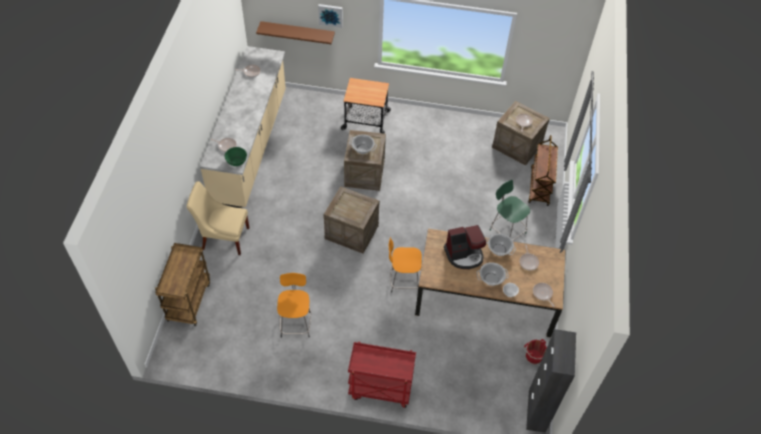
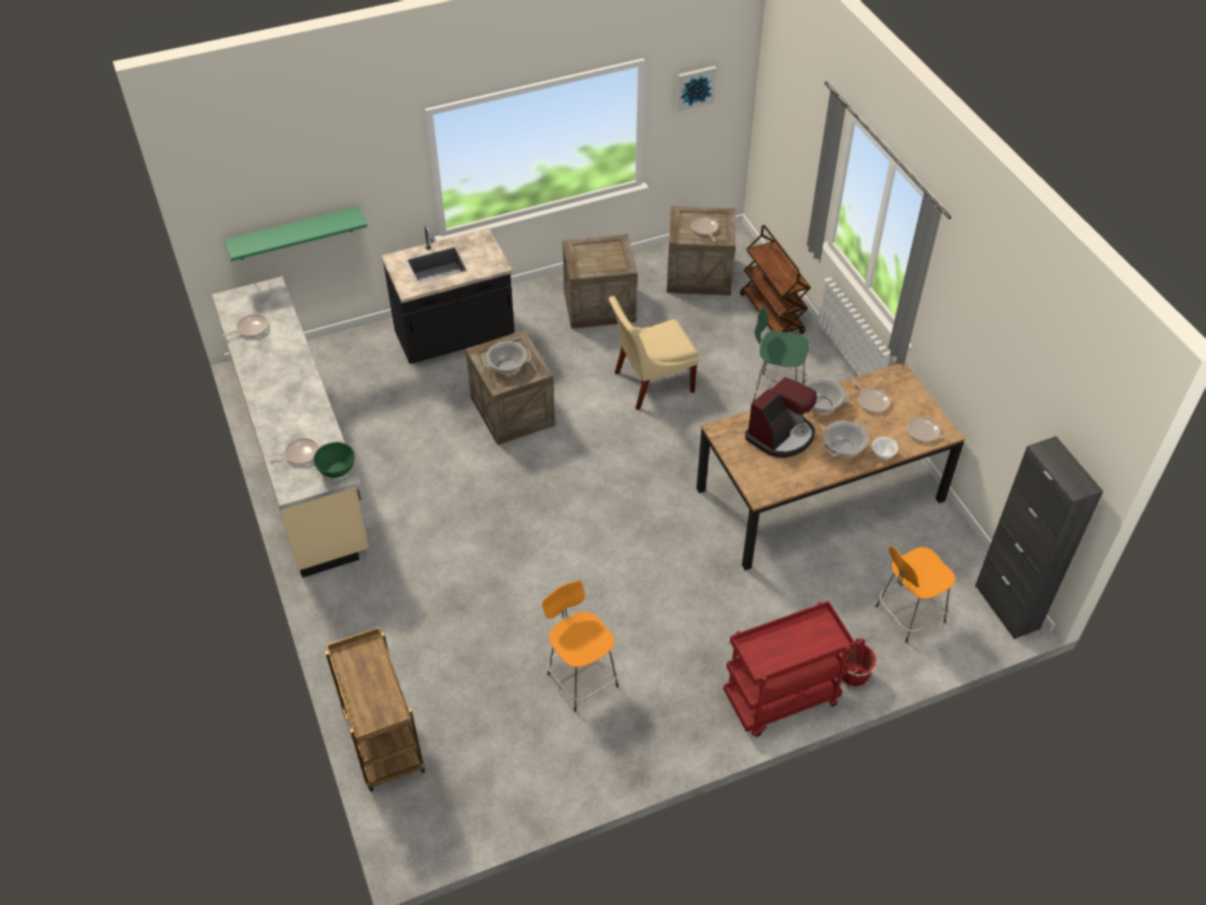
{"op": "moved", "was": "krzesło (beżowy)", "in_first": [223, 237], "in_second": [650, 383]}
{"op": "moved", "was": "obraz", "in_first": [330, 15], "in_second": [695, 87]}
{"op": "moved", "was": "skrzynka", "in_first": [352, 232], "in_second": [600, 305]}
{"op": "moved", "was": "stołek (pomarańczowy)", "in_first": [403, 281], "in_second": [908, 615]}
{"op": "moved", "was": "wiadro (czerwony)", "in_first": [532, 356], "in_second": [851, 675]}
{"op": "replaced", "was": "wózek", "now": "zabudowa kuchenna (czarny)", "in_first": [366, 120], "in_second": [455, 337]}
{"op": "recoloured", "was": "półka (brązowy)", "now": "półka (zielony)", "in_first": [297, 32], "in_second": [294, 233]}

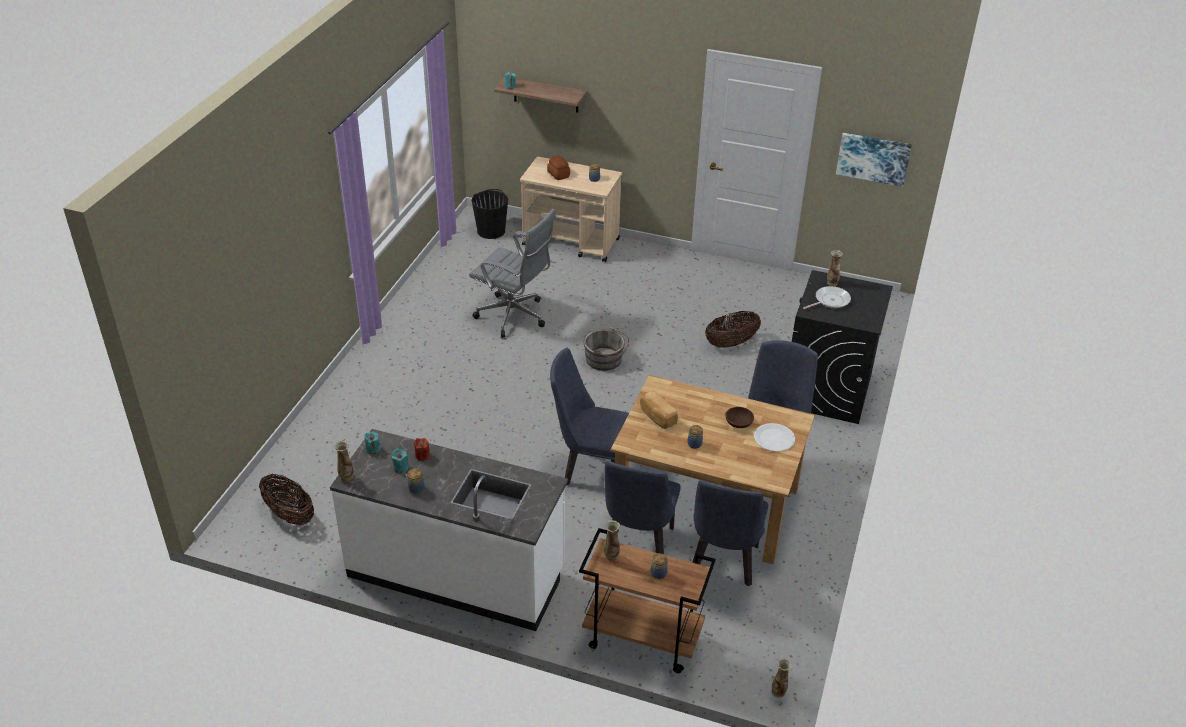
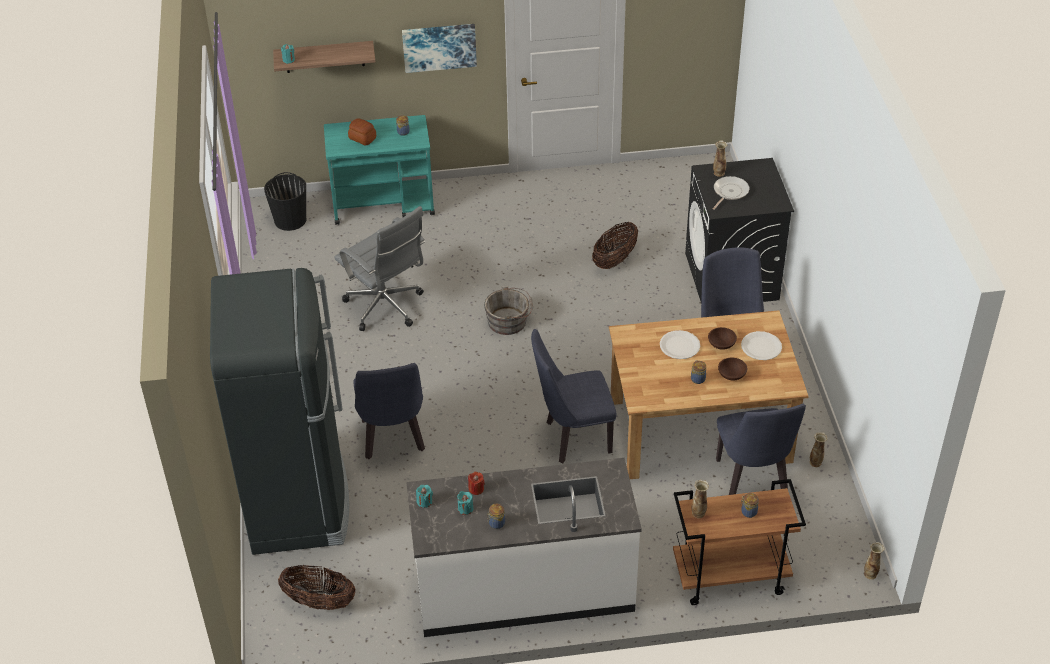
{"op": "removed", "was": "chleb", "in_first": [657, 417]}
{"op": "added", "now": "lodówka (czarny)", "in_second": [298, 502]}
{"op": "added", "now": "talerz (biały)", "in_second": [680, 346]}
{"op": "added", "now": "miska (brązowy)", "in_second": [732, 374]}
{"op": "moved", "was": "wazon", "in_first": [346, 477], "in_second": [815, 463]}
{"op": "moved", "was": "krzesło (niebieski)", "in_first": [638, 545], "in_second": [393, 440]}
{"op": "moved", "was": "obraz", "in_first": [873, 158], "in_second": [439, 47]}
{"op": "recoloured", "was": "wózek (beżowy)", "now": "wózek (turkusowy)", "in_first": [571, 242], "in_second": [384, 204]}
{"op": "turned", "was": "krzesło biurowe (szary)", "in_first": [514, 317], "in_second": [386, 308], "clockwise": 45}

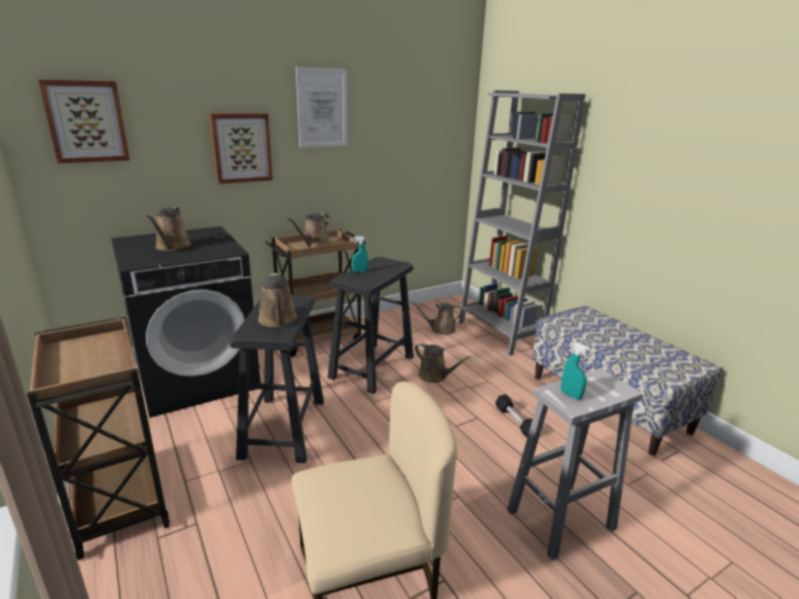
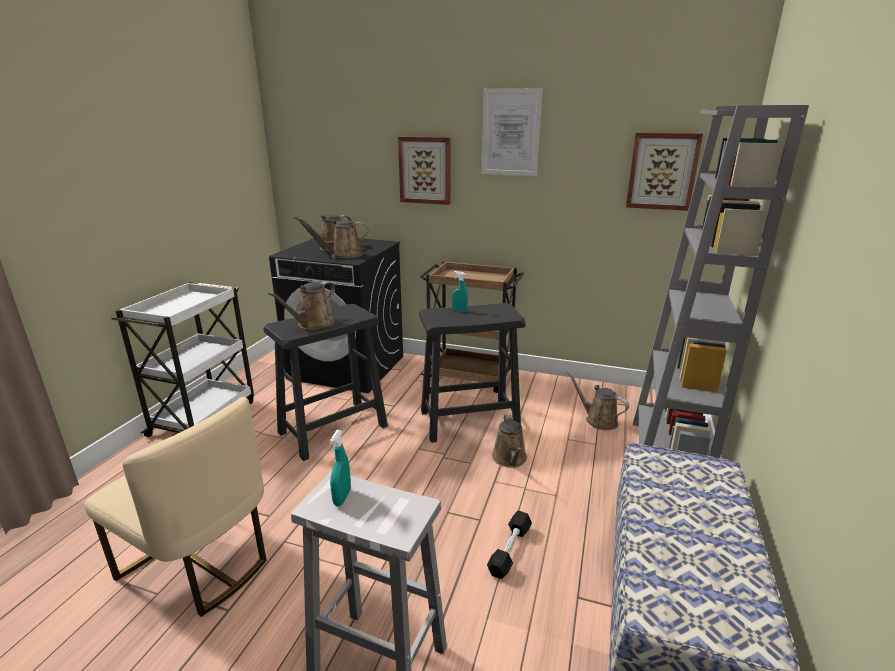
{"op": "moved", "was": "obraz", "in_first": [86, 121], "in_second": [662, 171]}
{"op": "moved", "was": "konewka (brązowy)", "in_first": [314, 245], "in_second": [343, 255]}
{"op": "recoloured", "was": "wózek (brązowy)", "now": "wózek (biały)", "in_first": [119, 498], "in_second": [204, 417]}

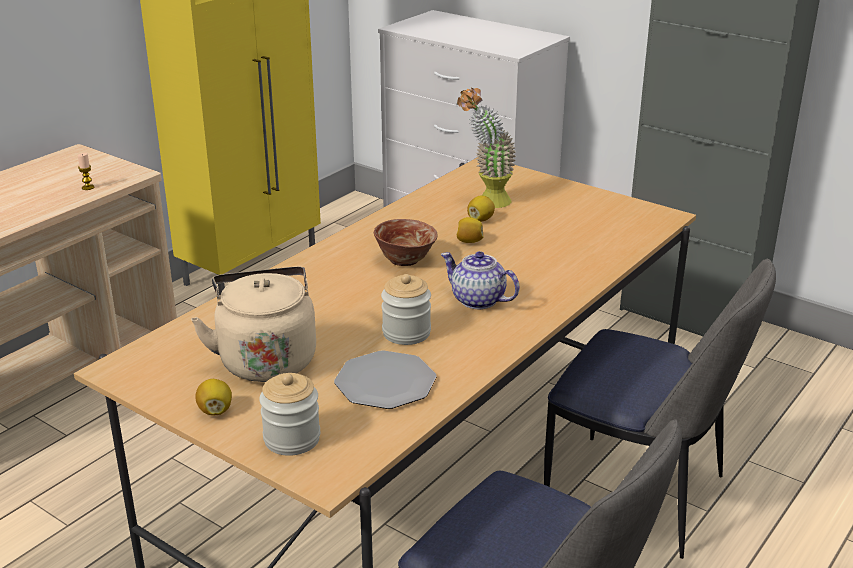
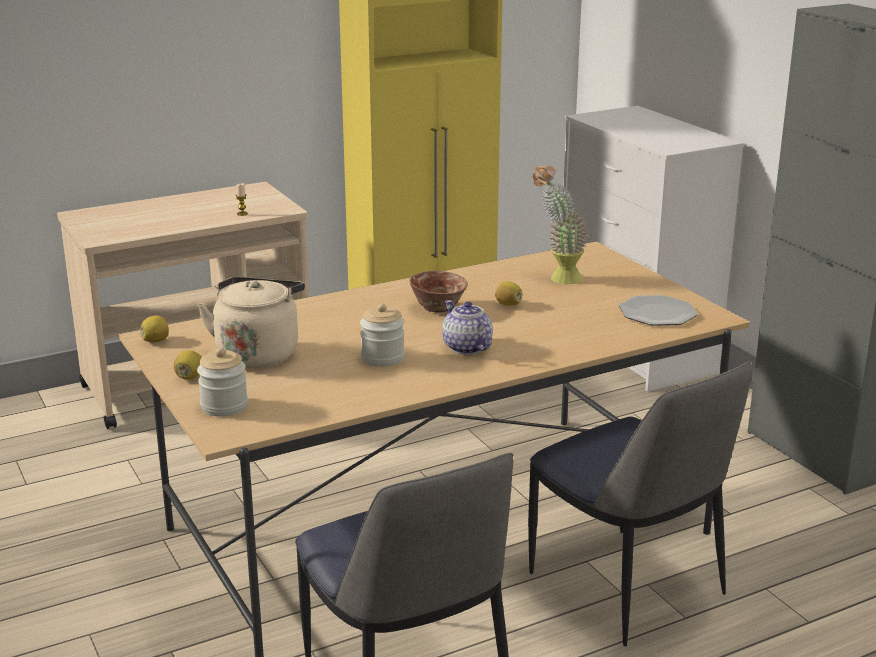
{"op": "moved", "was": "talerz", "in_first": [385, 382], "in_second": [657, 313]}
{"op": "moved", "was": "cytryna", "in_first": [480, 219], "in_second": [156, 341]}

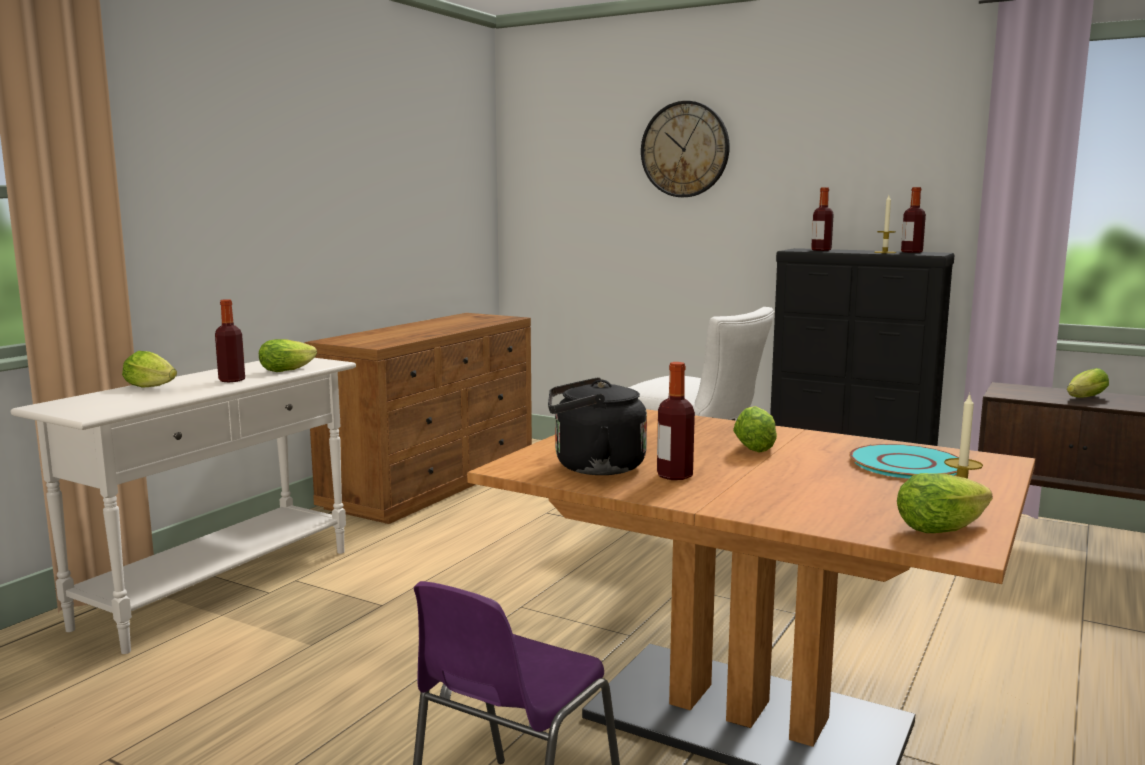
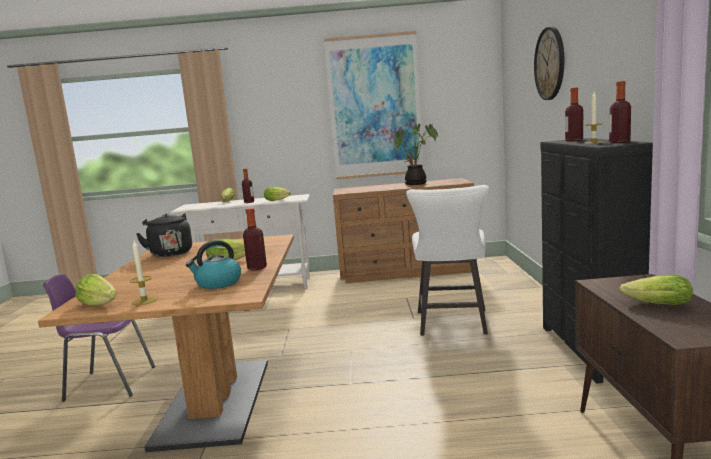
{"op": "added", "now": "obraz", "in_second": [375, 107]}
{"op": "added", "now": "roślina doniczkowa", "in_second": [415, 184]}
{"op": "moved", "was": "butelka", "in_first": [674, 475], "in_second": [257, 268]}
{"op": "replaced", "was": "talerz (turkusowy)", "now": "czajnik", "in_first": [906, 464], "in_second": [218, 283]}

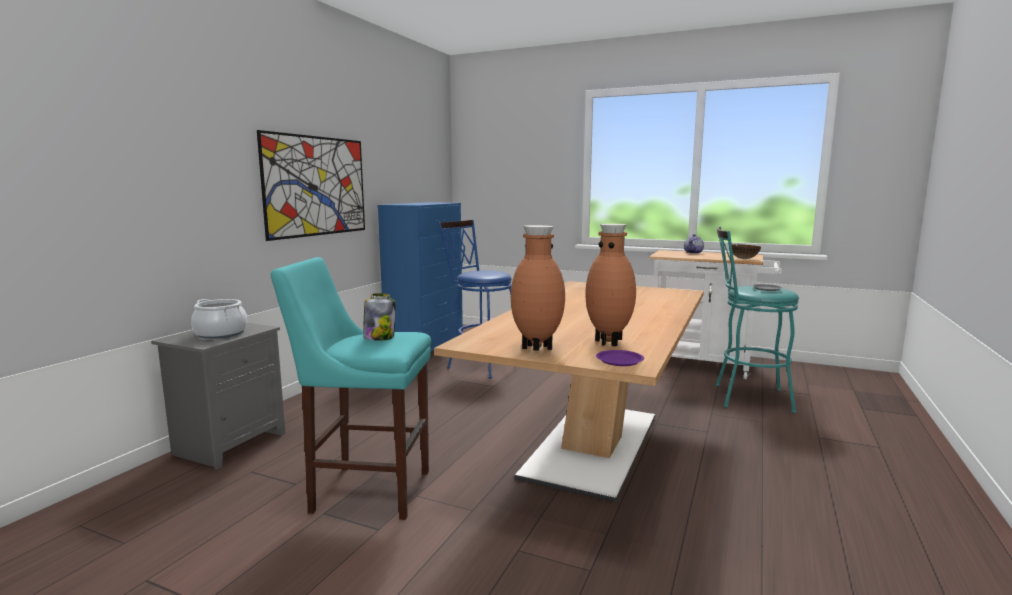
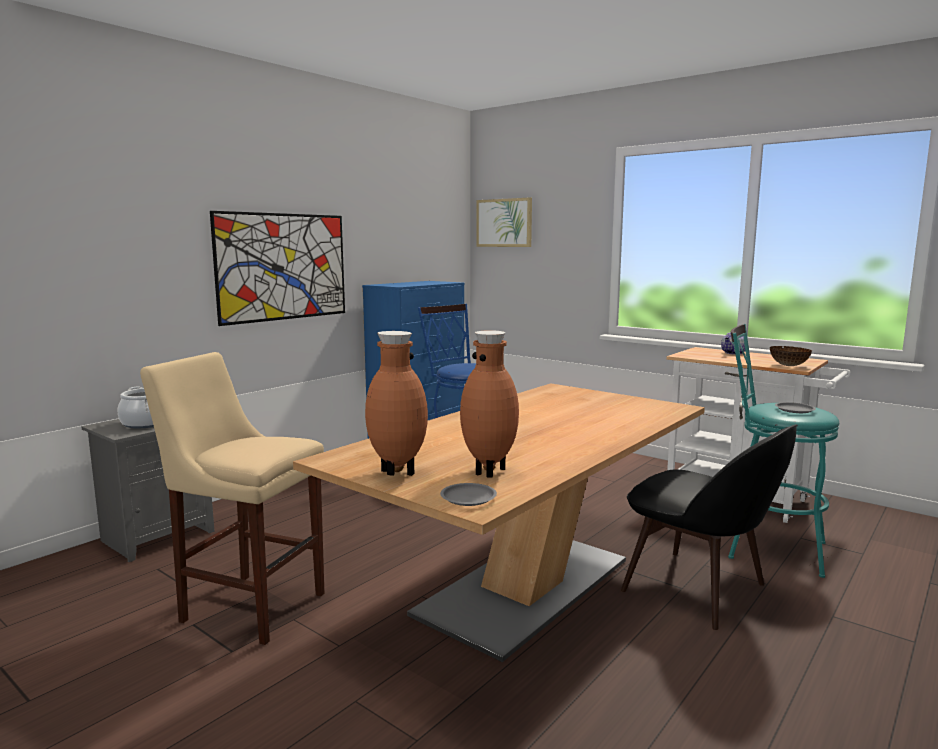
{"op": "removed", "was": "słoik", "in_first": [379, 337]}
{"op": "added", "now": "obraz", "in_second": [504, 223]}
{"op": "added", "now": "krzesło (czarny)", "in_second": [699, 590]}
{"op": "recoloured", "was": "stołek (turkusowy)", "now": "stołek (beżowy)", "in_first": [366, 490], "in_second": [248, 605]}
{"op": "recoloured", "was": "talerz (fioletowy)", "now": "talerz (szary)", "in_first": [620, 361], "in_second": [468, 498]}

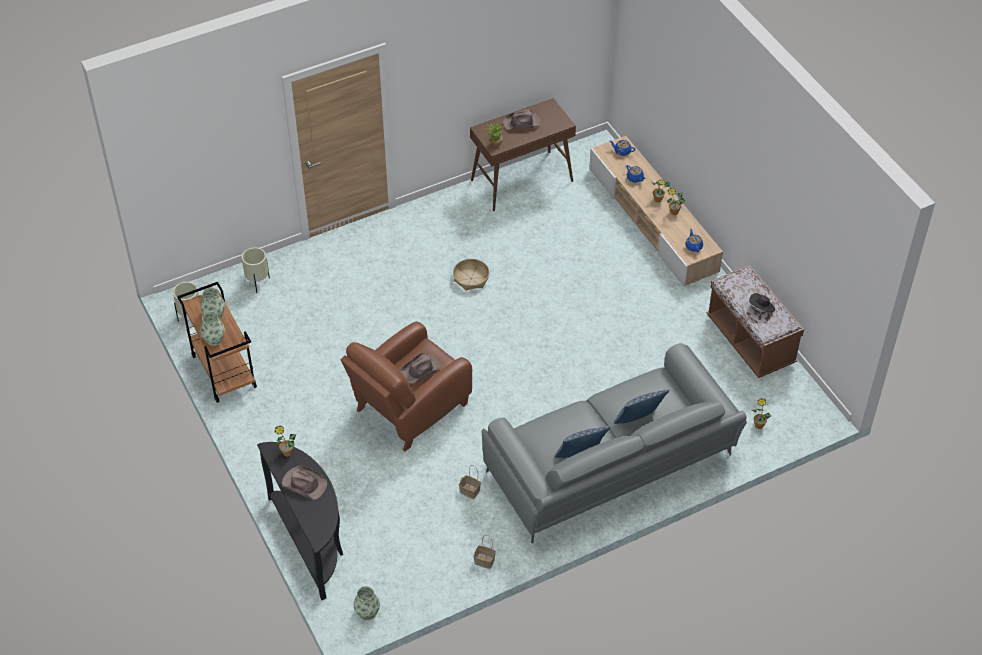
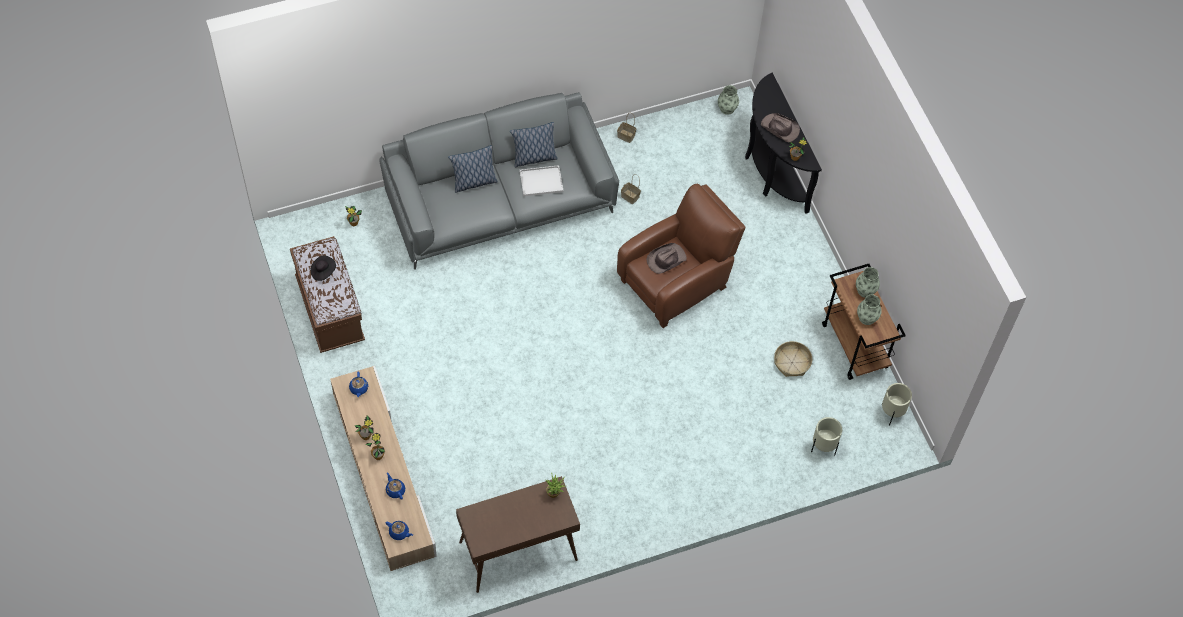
{"op": "removed", "was": "kapelusz (brązowy)", "in_first": [522, 123]}
{"op": "added", "now": "taca (biały)", "in_second": [542, 181]}
{"op": "moved", "was": "koszyk", "in_first": [471, 278], "in_second": [792, 363]}

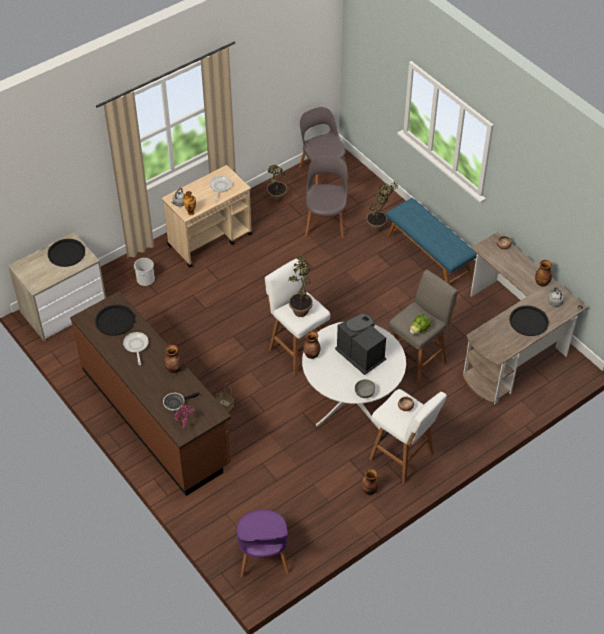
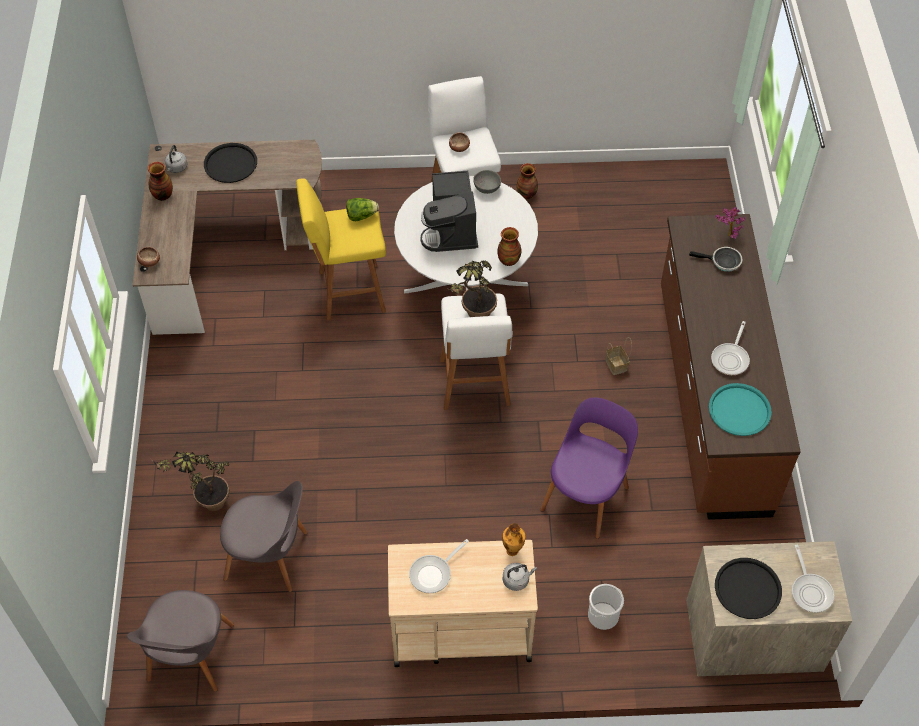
{"op": "removed", "was": "wazon", "in_first": [174, 369]}
{"op": "removed", "was": "roślina doniczkowa", "in_first": [276, 201]}
{"op": "removed", "was": "ławka (niebieski)", "in_first": [428, 256]}
{"op": "added", "now": "patelnia", "in_second": [810, 591]}
{"op": "moved", "was": "krzesło (fioletowy)", "in_first": [263, 556], "in_second": [586, 495]}
{"op": "recoloured", "was": "taca (czarny)", "now": "taca (turkusowy)", "in_first": [115, 320], "in_second": [739, 410]}
{"op": "recoloured", "was": "stołek (szary)", "now": "stołek (żółty)", "in_first": [417, 361], "in_second": [348, 292]}
{"op": "turned", "was": "krzesło (szary)", "in_first": [326, 221], "in_second": [270, 557], "clockwise": -120}

